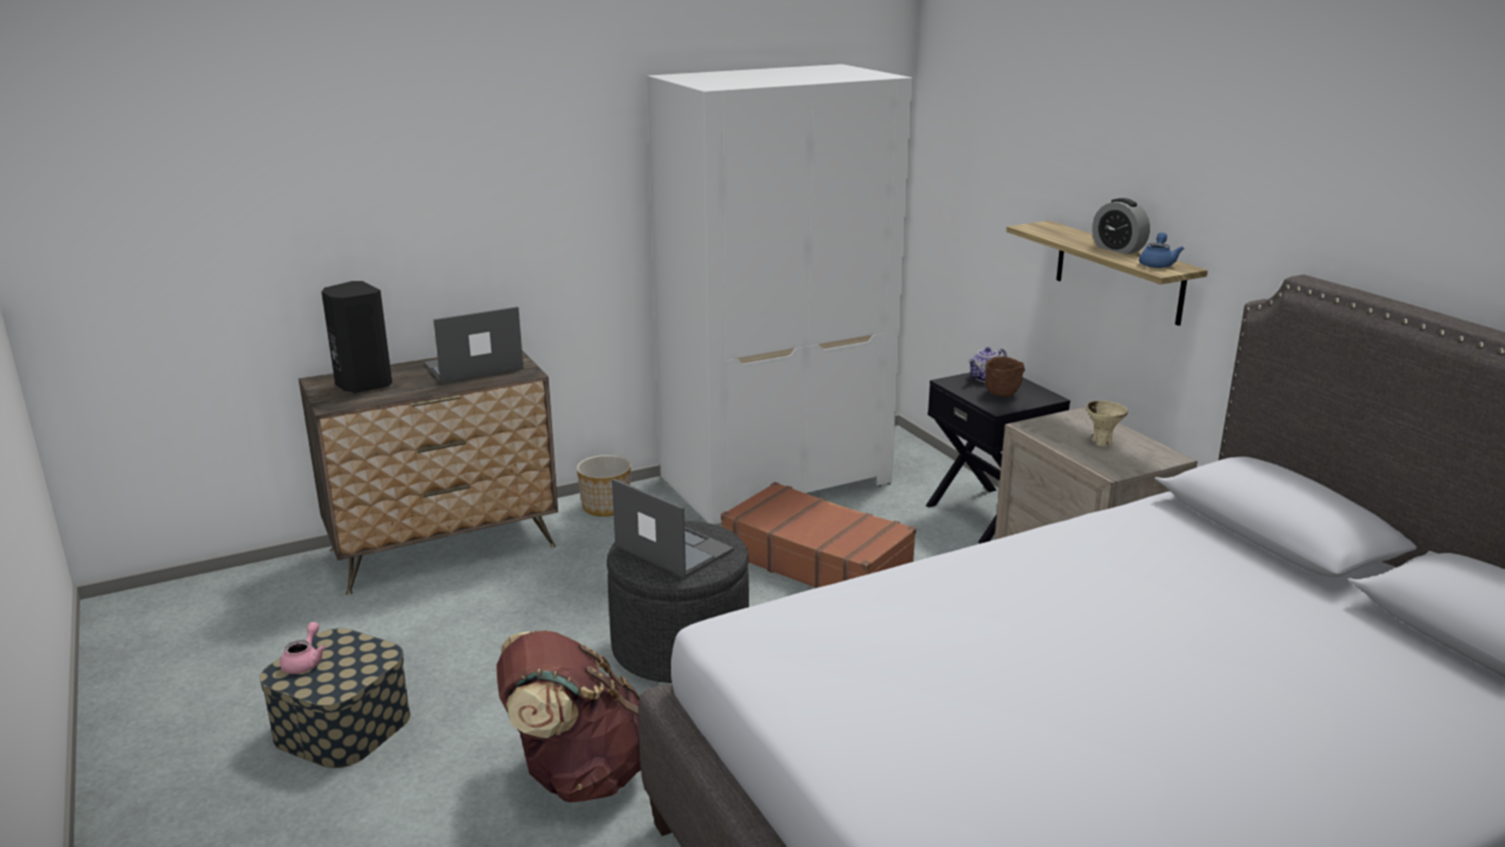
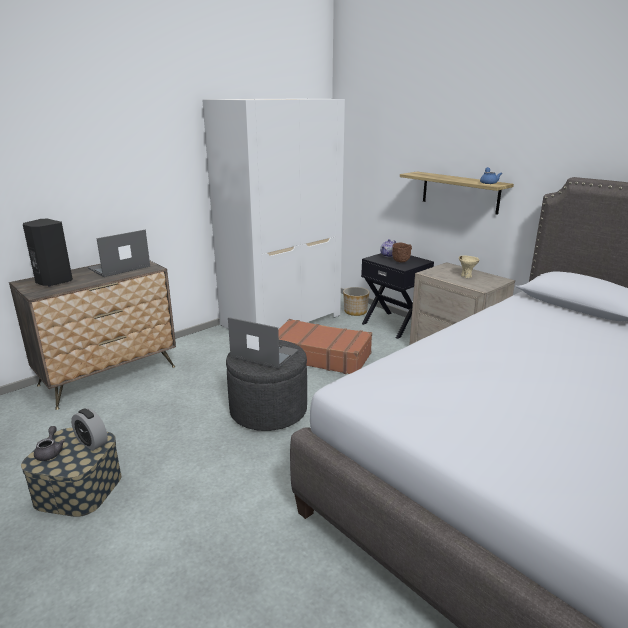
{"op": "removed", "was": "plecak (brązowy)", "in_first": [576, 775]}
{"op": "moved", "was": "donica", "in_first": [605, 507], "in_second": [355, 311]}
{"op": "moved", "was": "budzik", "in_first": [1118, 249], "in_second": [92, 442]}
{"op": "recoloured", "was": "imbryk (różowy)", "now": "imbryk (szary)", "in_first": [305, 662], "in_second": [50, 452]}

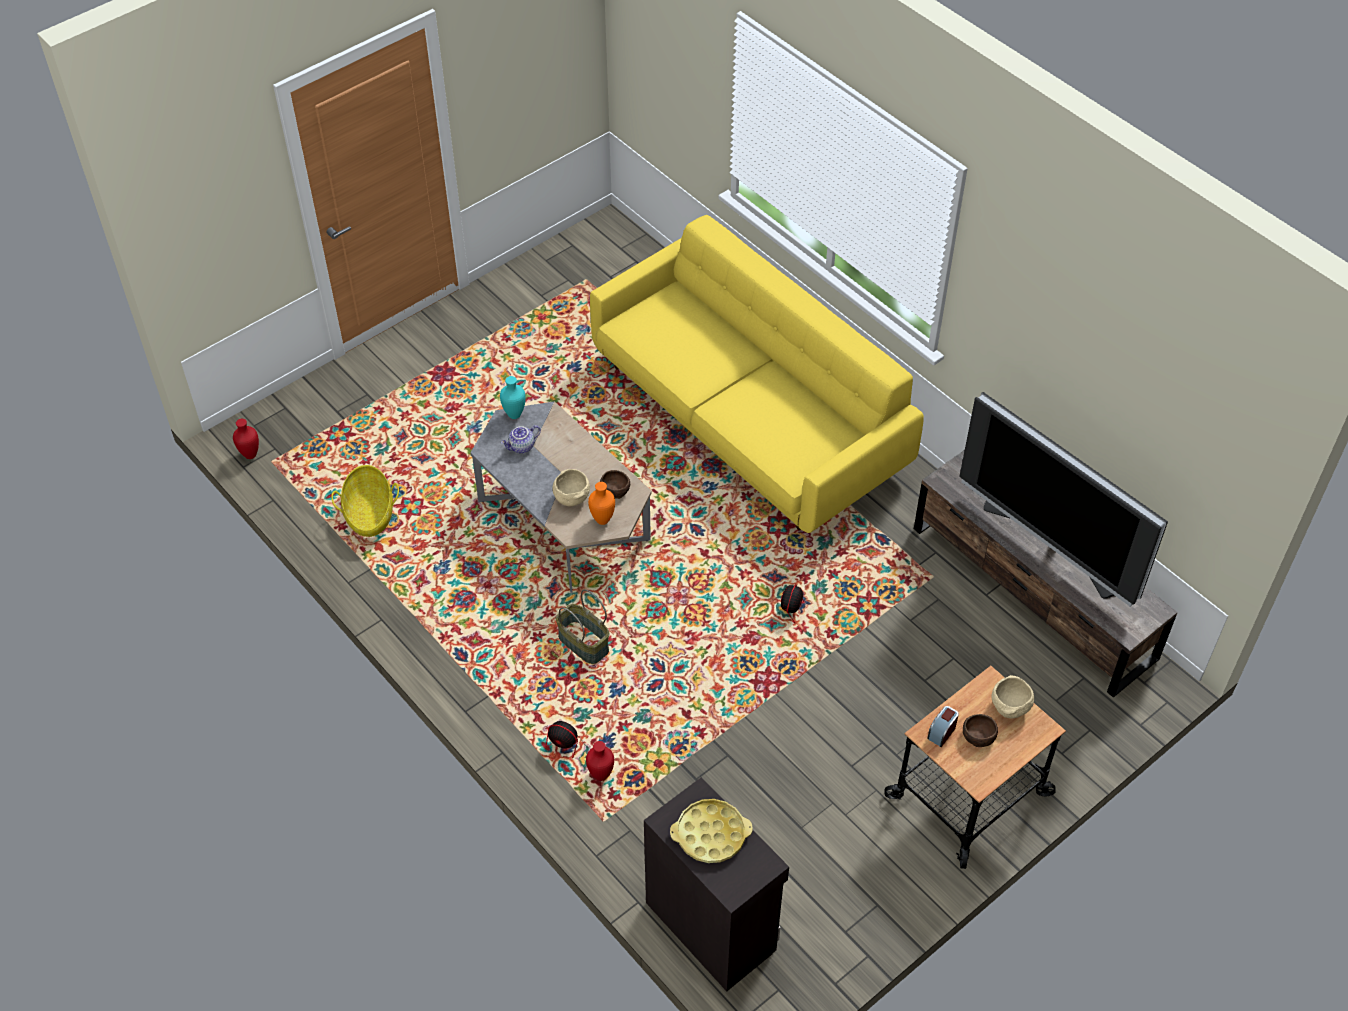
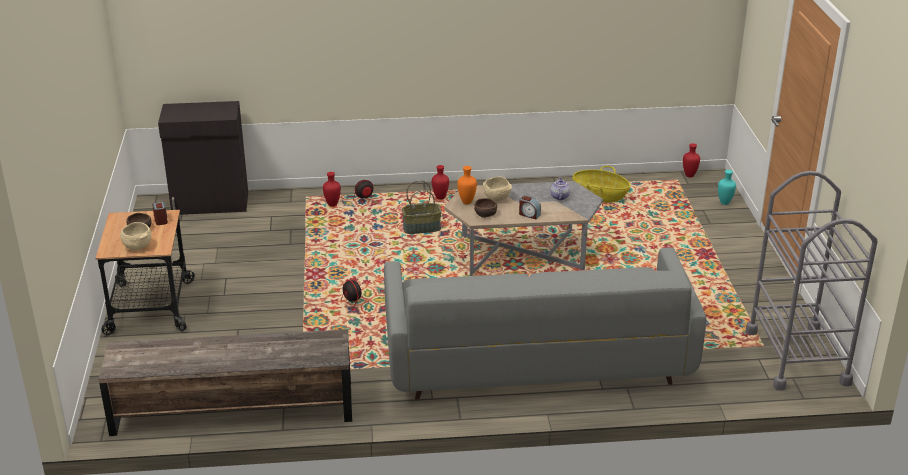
{"op": "removed", "was": "taca (żółty)", "in_first": [711, 834]}
{"op": "removed", "was": "telewizor", "in_first": [1052, 545]}
{"op": "added", "now": "wazon (czerwony)", "in_second": [440, 197]}
{"op": "added", "now": "budzik", "in_second": [529, 214]}
{"op": "added", "now": "wózek (szary)", "in_second": [797, 357]}
{"op": "moved", "was": "wazon (turkusowy)", "in_first": [513, 415], "in_second": [724, 202]}
{"op": "recoloured", "was": "kanapa (żółty)", "now": "kanapa (szary)", "in_first": [746, 419], "in_second": [535, 358]}

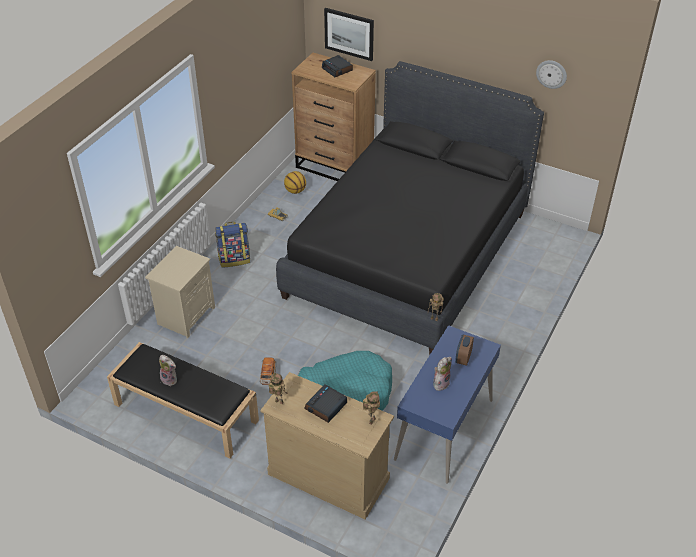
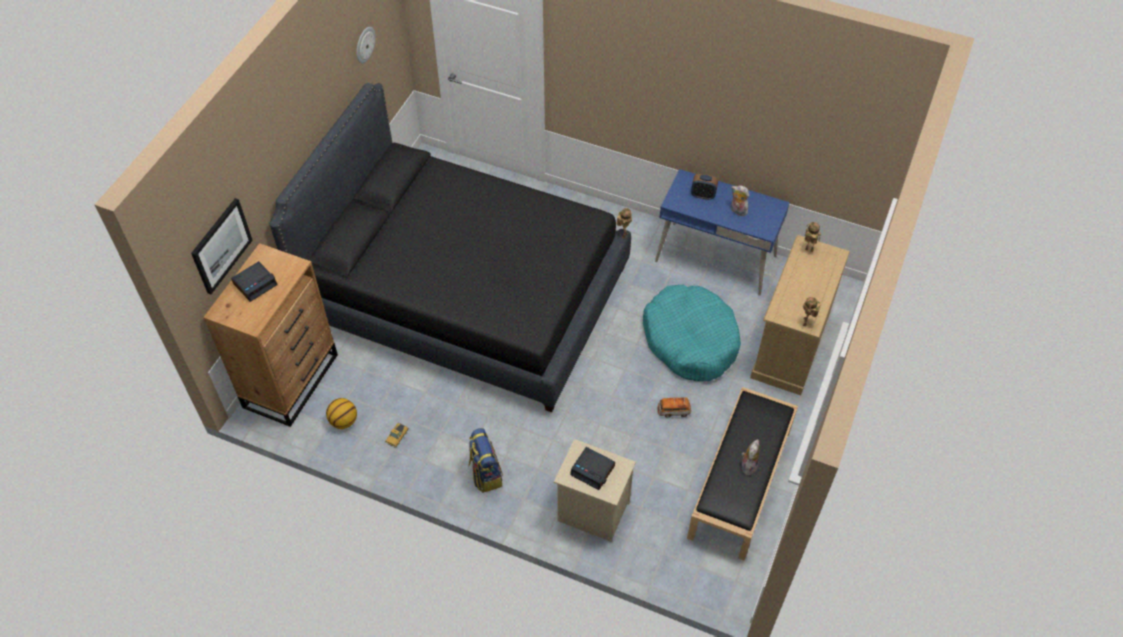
{"op": "moved", "was": "budzik", "in_first": [326, 407], "in_second": [593, 470]}

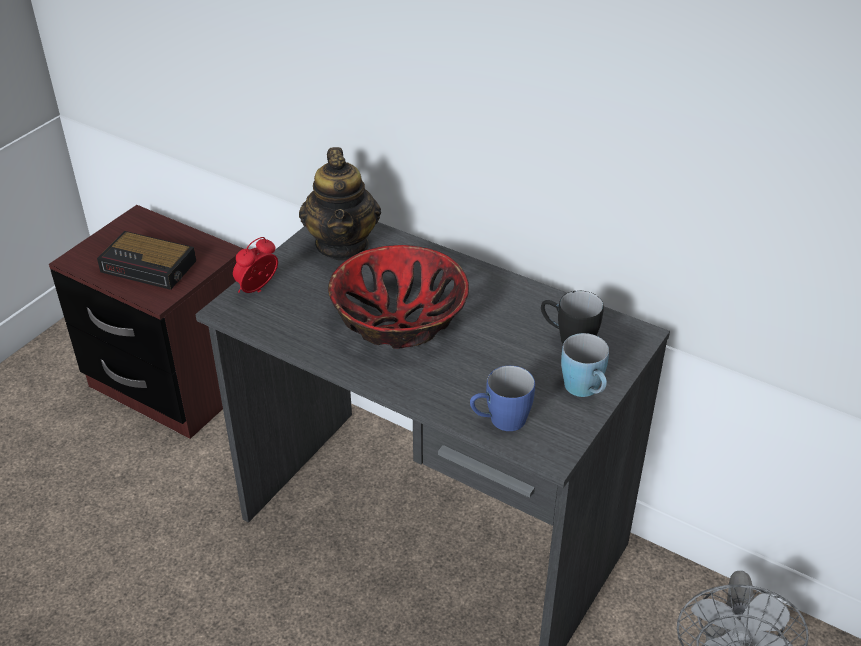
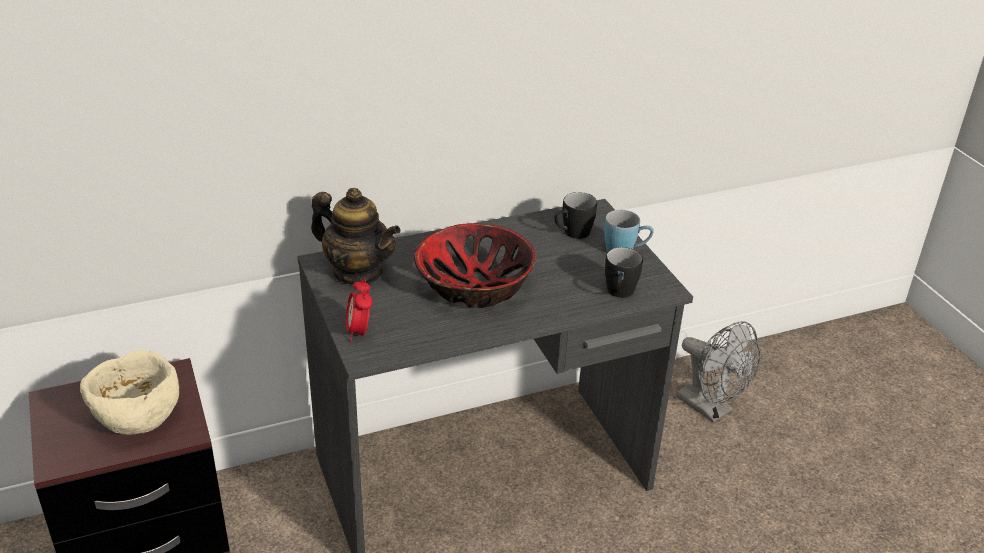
{"op": "replaced", "was": "budzik", "now": "miska (beżowy)", "in_first": [150, 267], "in_second": [137, 420]}
{"op": "recoloured", "was": "kubek (niebieski)", "now": "kubek (czarny)", "in_first": [500, 421], "in_second": [619, 294]}

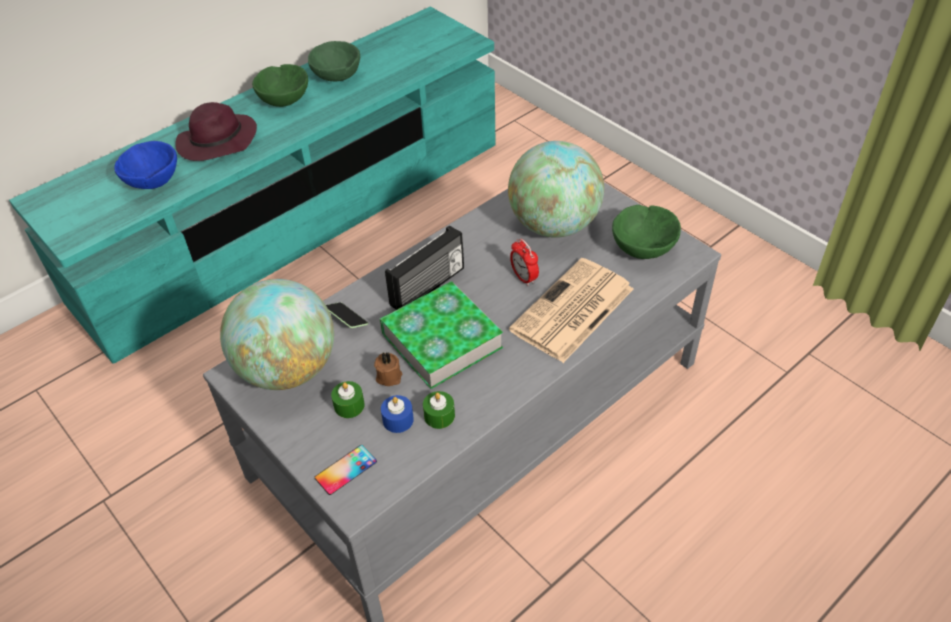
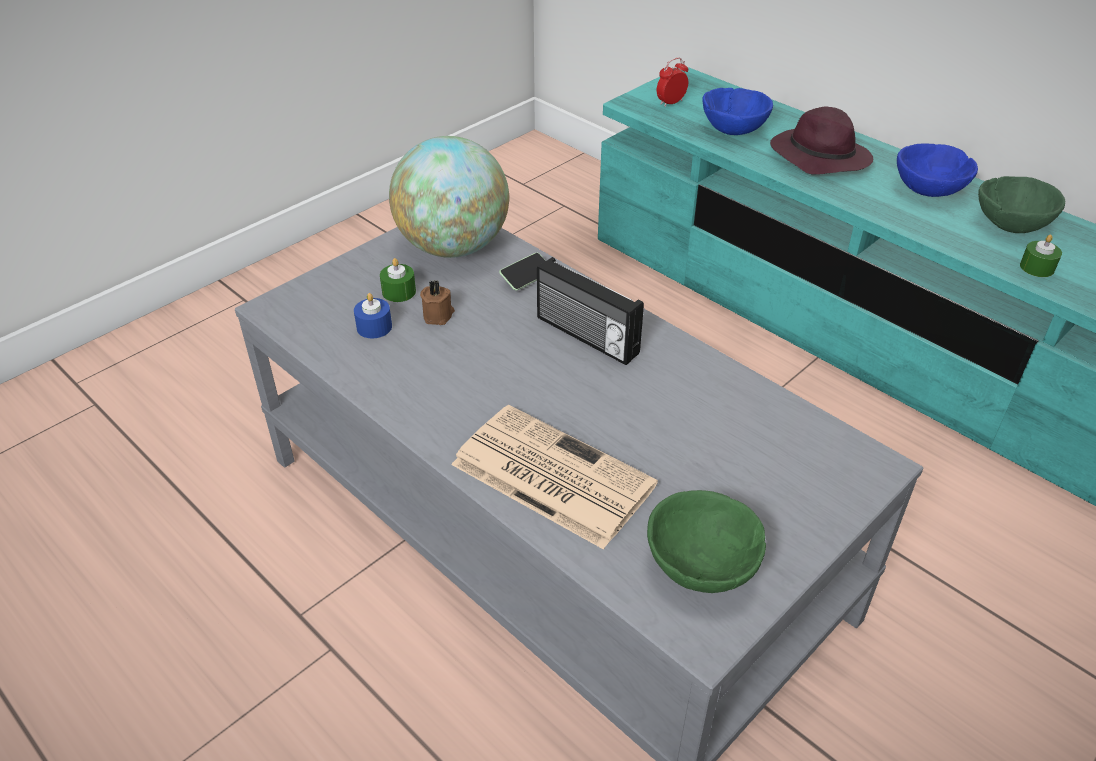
{"op": "removed", "was": "telefon", "in_first": [346, 470]}
{"op": "removed", "was": "książka", "in_first": [441, 340]}
{"op": "removed", "was": "globus", "in_first": [554, 225]}
{"op": "moved", "was": "świeca (zielony)", "in_first": [439, 416], "in_second": [1037, 267]}
{"op": "moved", "was": "budzik", "in_first": [524, 277], "in_second": [671, 102]}
{"op": "recoloured", "was": "miska (zielony)", "now": "miska (niebieski)", "in_first": [284, 100], "in_second": [929, 191]}

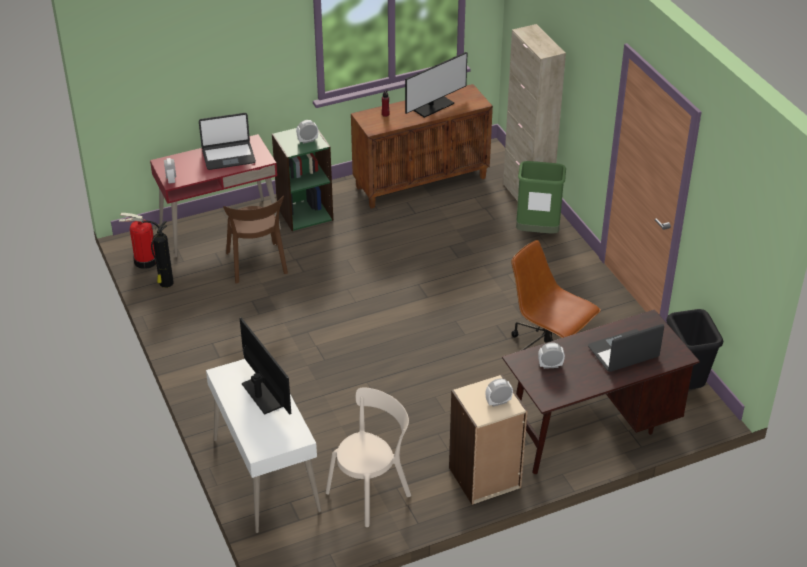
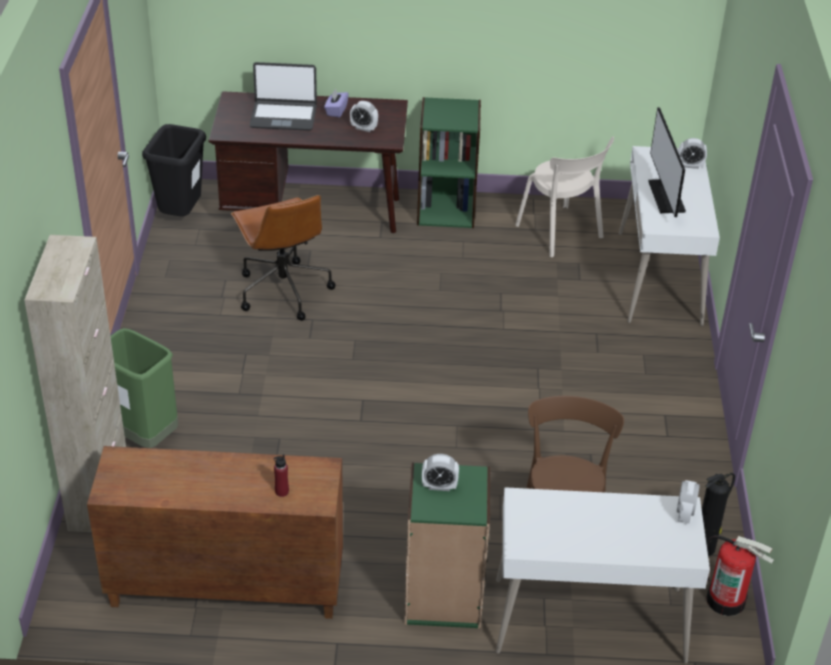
{"op": "removed", "was": "laptop", "in_first": [228, 156]}
{"op": "removed", "was": "monitor", "in_first": [433, 106]}
{"op": "added", "now": "pudełko chusteczek (fioletowy)", "in_second": [336, 111]}
{"op": "moved", "was": "budzik", "in_first": [498, 402], "in_second": [690, 165]}
{"op": "recoloured", "was": "biurko (czerwony)", "now": "biurko (biały)", "in_first": [220, 227], "in_second": [589, 621]}
{"op": "recoloured", "was": "regał (beżowy)", "now": "regał (zielony)", "in_first": [485, 478], "in_second": [446, 210]}
{"op": "turned", "was": "krzesło (beżowy)", "in_first": [371, 491], "in_second": [561, 233], "clockwise": -105}

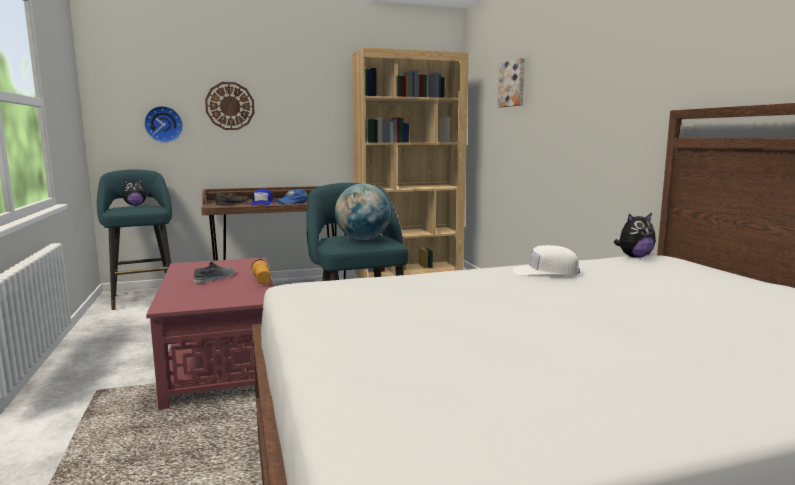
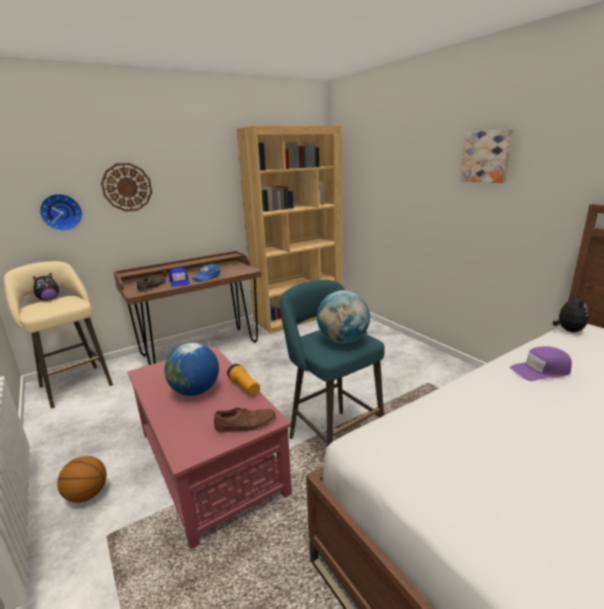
{"op": "added", "now": "piłka do koszykówki", "in_second": [87, 494]}
{"op": "added", "now": "but (brązowy)", "in_second": [245, 424]}
{"op": "moved", "was": "obraz", "in_first": [512, 84], "in_second": [486, 156]}
{"op": "replaced", "was": "but (szary)", "now": "globus", "in_first": [215, 278], "in_second": [195, 391]}
{"op": "recoloured", "was": "stołek (turkusowy)", "now": "stołek (beżowy)", "in_first": [143, 297], "in_second": [74, 384]}
{"op": "recoloured", "was": "czapka z daszkiem (biały)", "now": "czapka z daszkiem (fioletowy)", "in_first": [545, 272], "in_second": [541, 370]}
{"op": "turned", "was": "pluszak", "in_first": [634, 257], "in_second": [568, 330], "clockwise": -45}

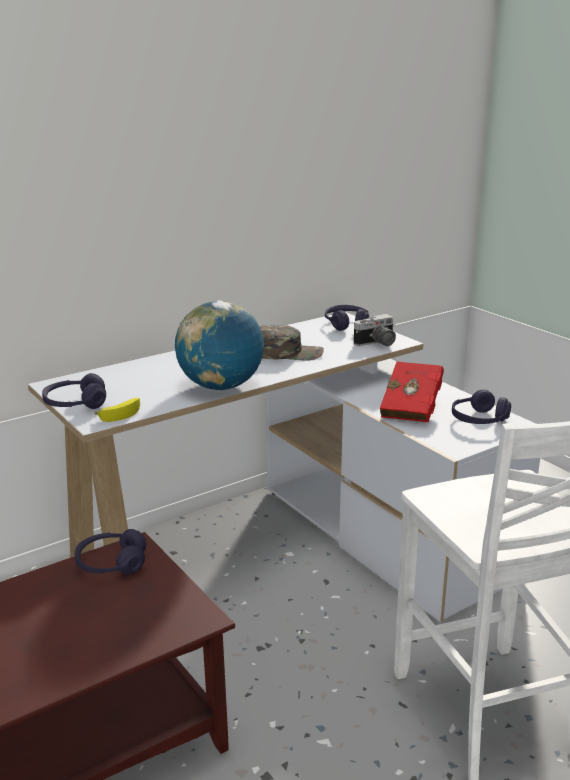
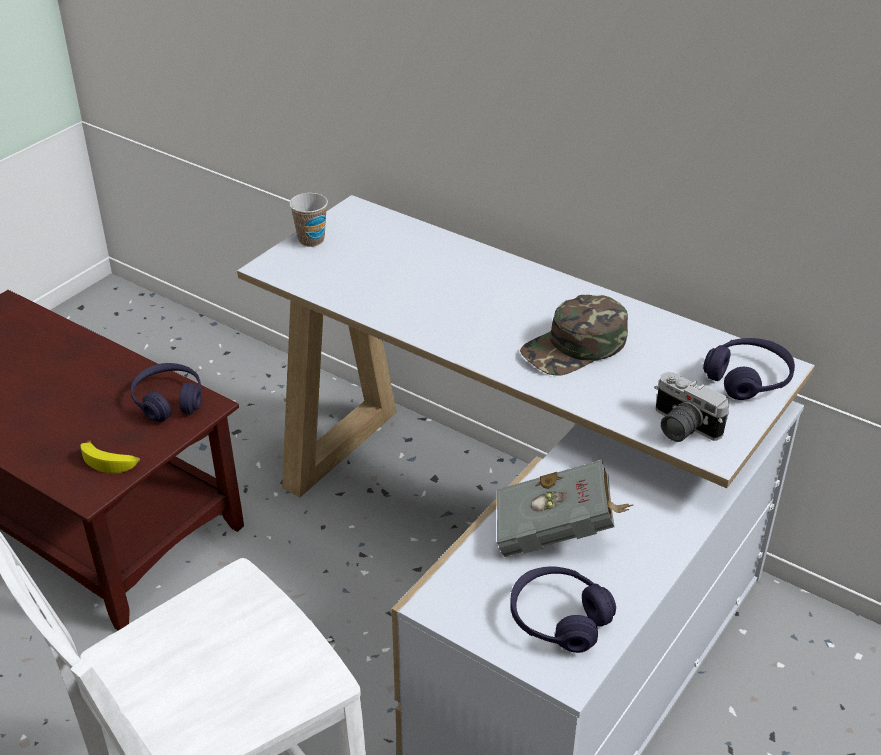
{"op": "removed", "was": "globus", "in_first": [220, 387]}
{"op": "moved", "was": "banan", "in_first": [121, 413], "in_second": [111, 462]}
{"op": "replaced", "was": "słuchawki (fioletowy)", "now": "filiżanka", "in_first": [75, 404], "in_second": [311, 240]}
{"op": "recoloured", "was": "książka (czerwony)", "now": "książka (szary)", "in_first": [413, 408], "in_second": [557, 533]}
{"op": "turned", "was": "czapka z daszkiem (zielony)", "in_first": [286, 352], "in_second": [575, 347], "clockwise": 75}

